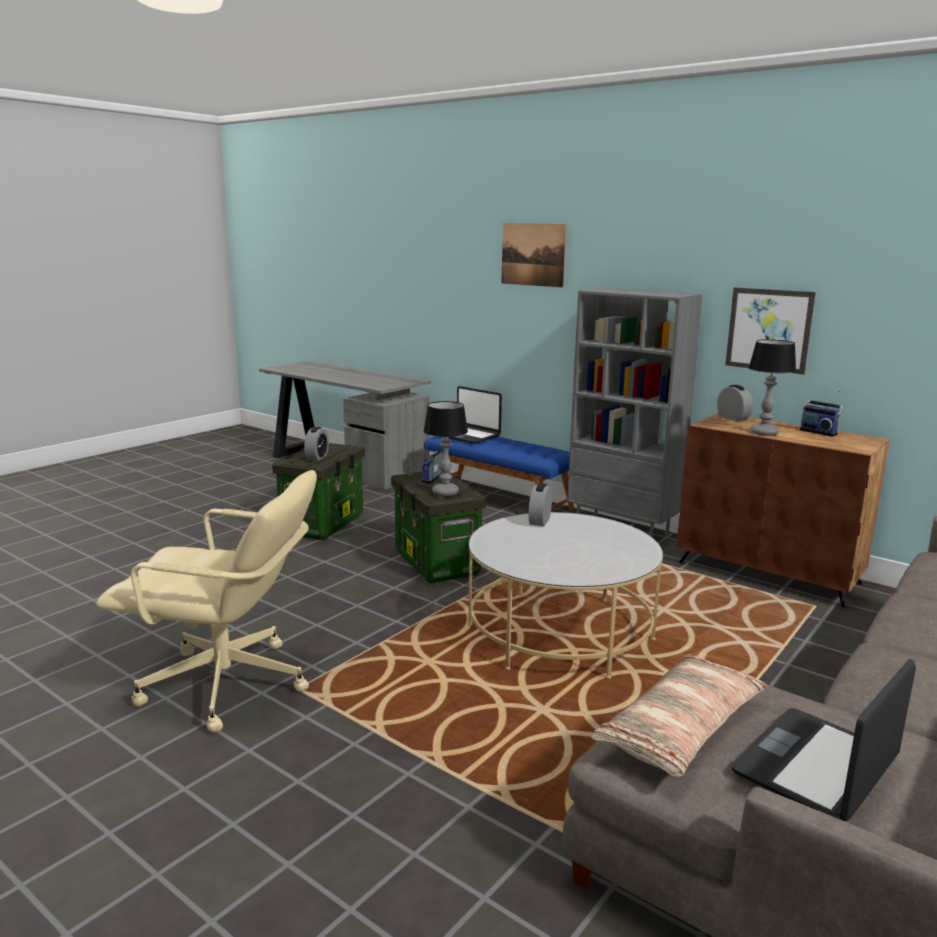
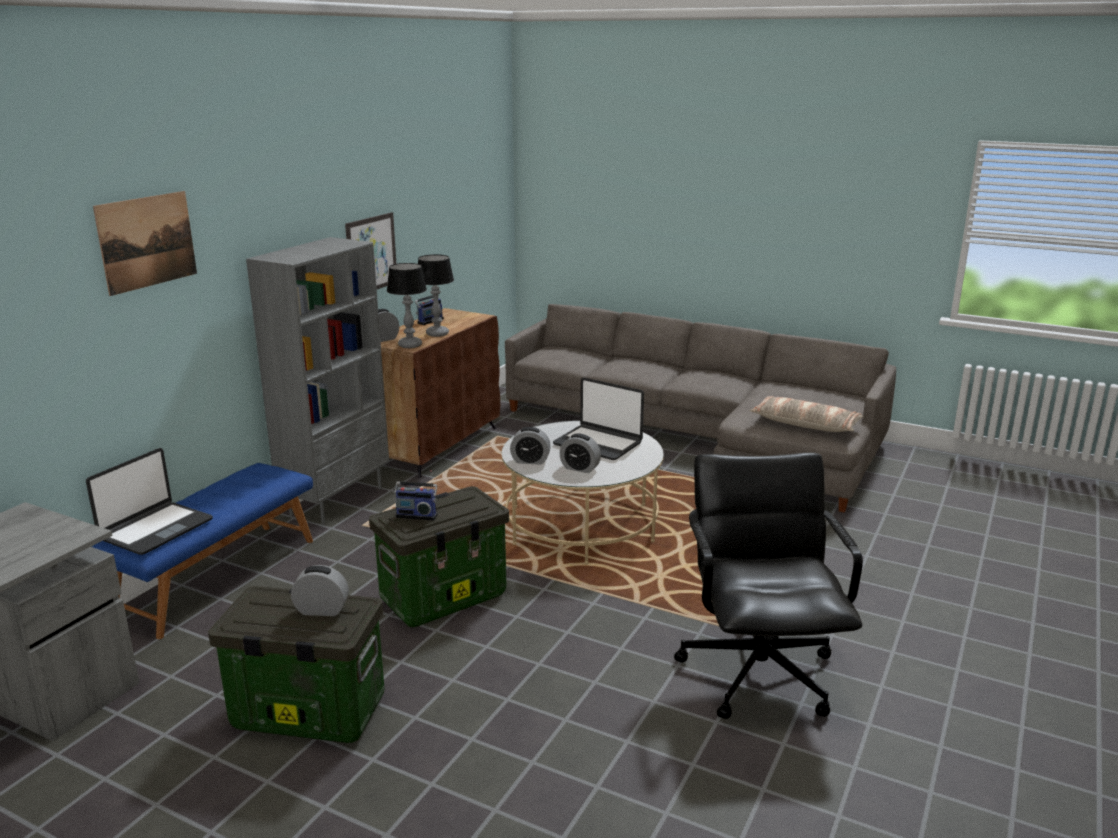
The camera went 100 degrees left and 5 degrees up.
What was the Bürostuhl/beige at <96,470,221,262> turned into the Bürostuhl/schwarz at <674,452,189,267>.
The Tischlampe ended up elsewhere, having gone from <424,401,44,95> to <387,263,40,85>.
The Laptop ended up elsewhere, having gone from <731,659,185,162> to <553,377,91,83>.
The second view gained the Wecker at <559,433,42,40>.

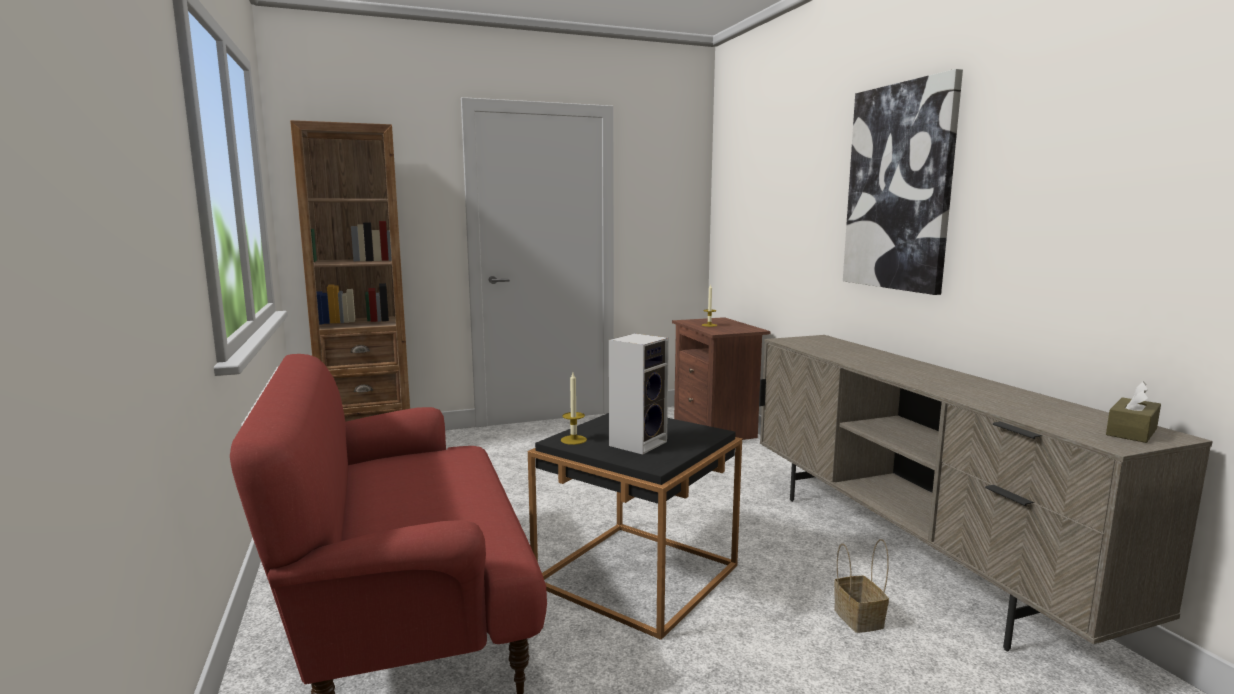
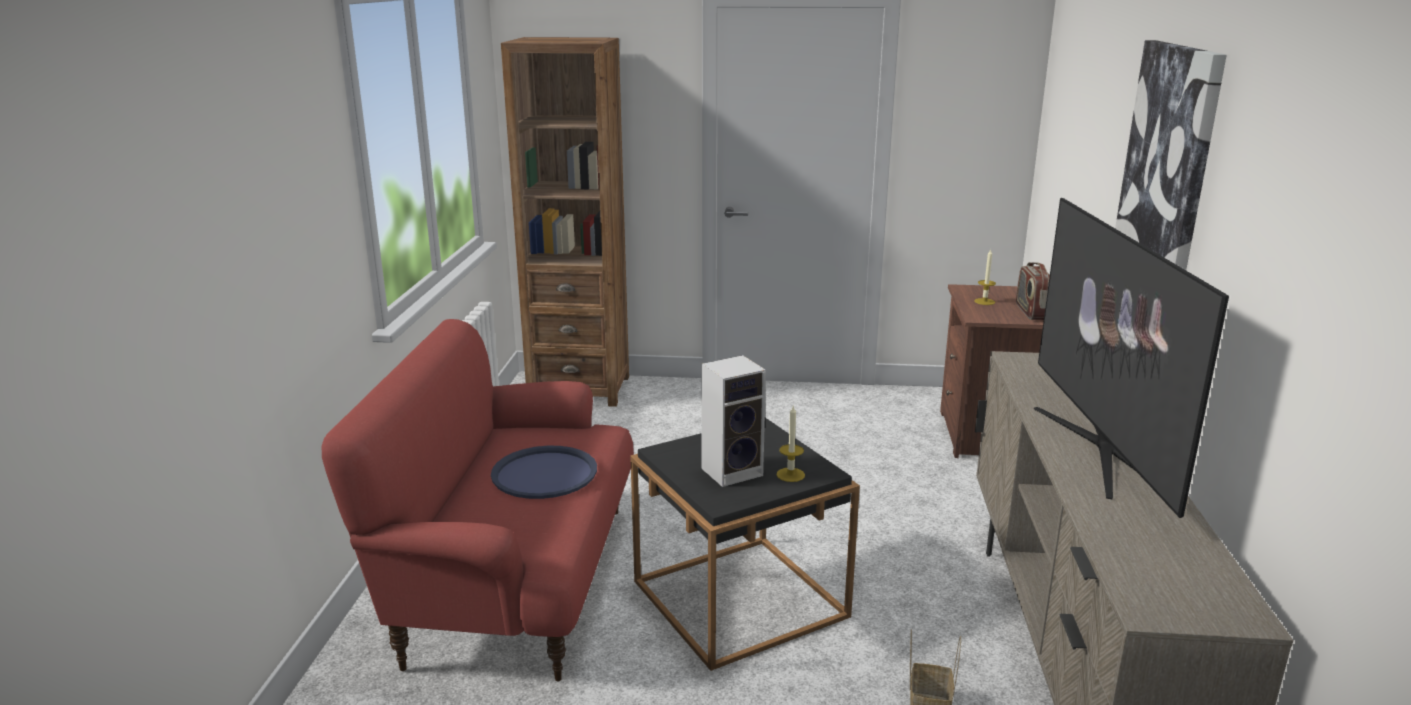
The camera went 25 degrees right and 10 degrees up.
The Kerze ended up elsewhere, having gone from <561,373,26,72> to <777,406,28,76>.
The second view lost the Taschentuchbox/braun at <1106,382,55,61>.
The second view gained the Tablett/blau at <491,446,106,53>.
The second view gained the Radio at <1016,262,34,58>.
The second view gained the Fernseher at <1034,198,195,320>.

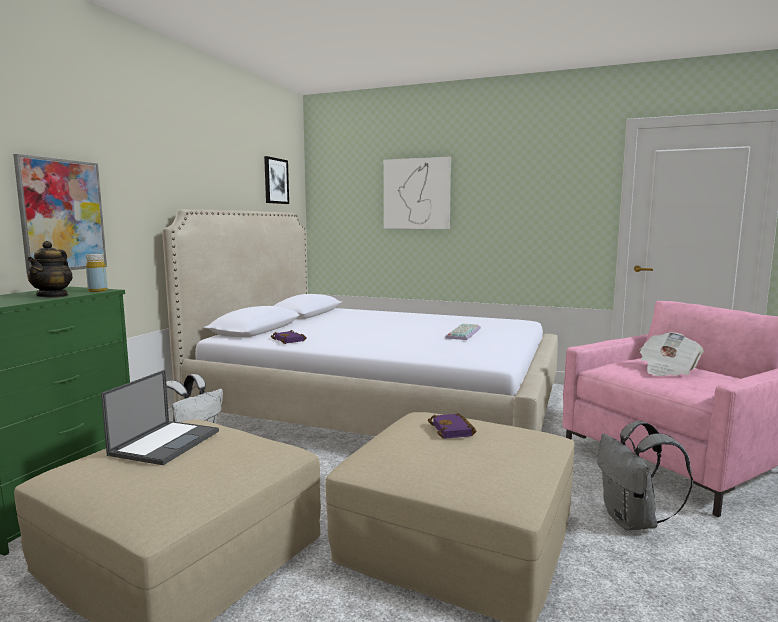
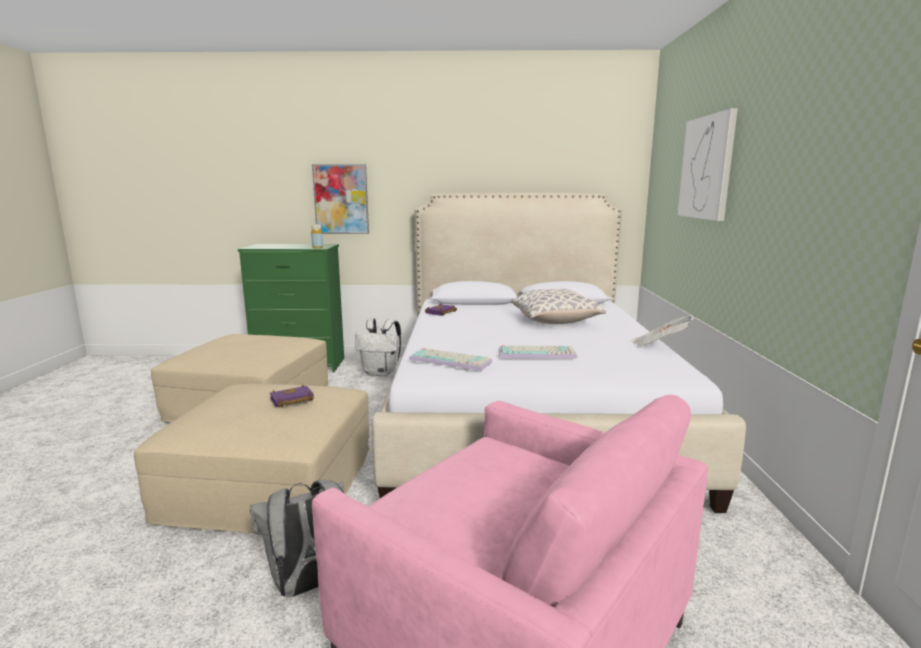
The camera went 70 degrees right and 5 degrees up.
The second view lost the Teekanne at <27,241,46,57>.
The second view lost the Laptop at <101,370,118,95>.
The second view lost the Bild at <264,156,25,48>.
The Zeitung ended up elsewhere, having gone from <639,332,65,44> to <631,316,63,30>.
The second view gained the Tastatur at <409,348,83,23>.
The second view gained the Kissen at <511,289,95,35>.

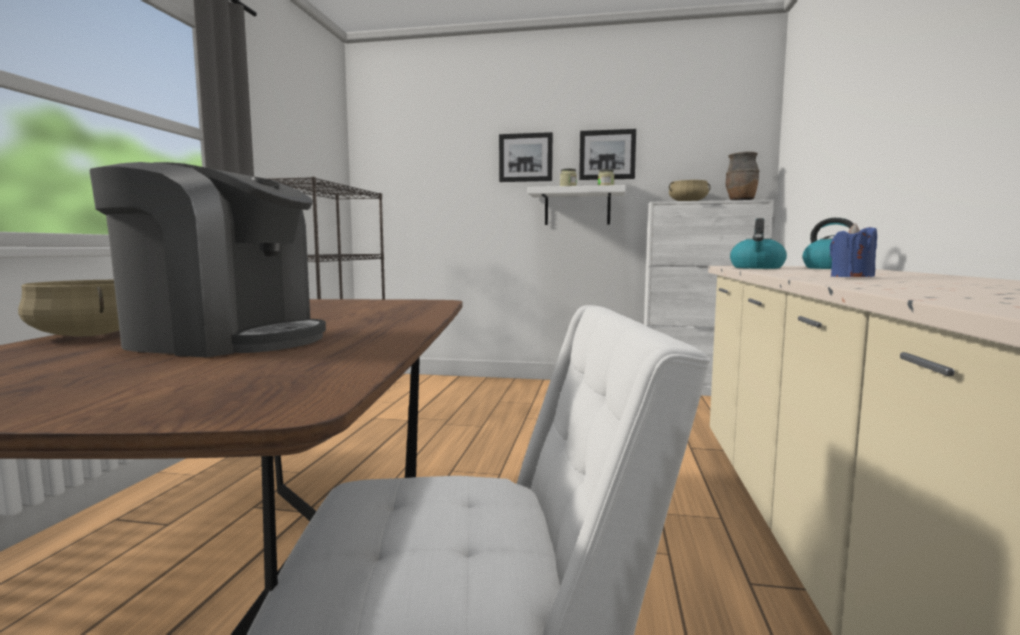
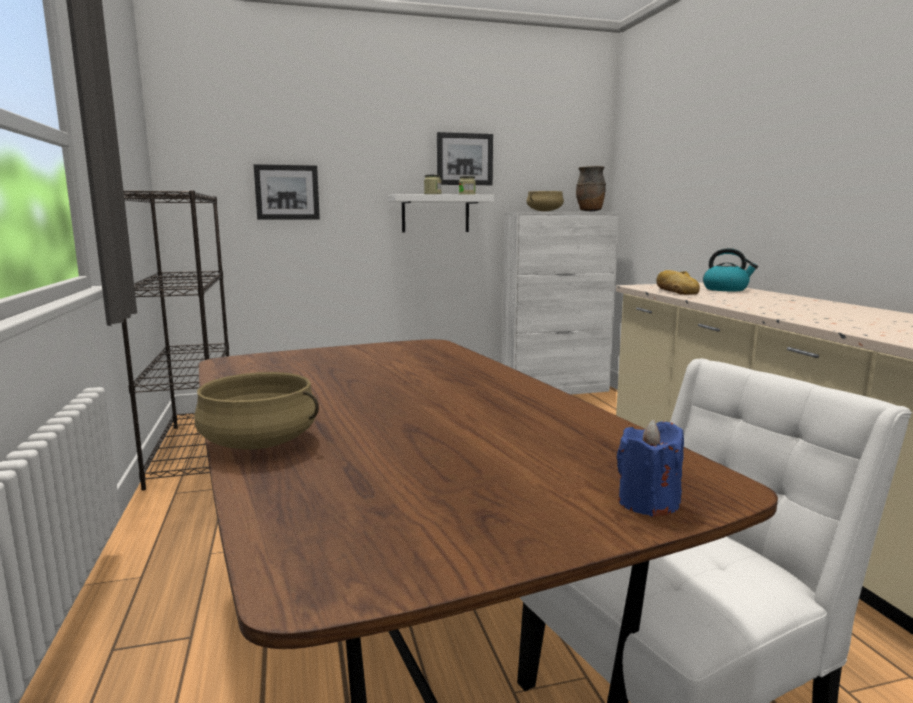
The camera went 25 degrees left and 5 degrees up.
The second view lost the Kaffeemaschine at <90,162,236,195>.
The Bild ended up elsewhere, having gone from <499,132,54,50> to <254,164,66,55>.
Where the Wasserkessel stood at <730,218,57,51>, the Brot came to stand at <656,270,44,25>.
The Kerze/blau ended up elsewhere, having gone from <830,223,47,54> to <617,419,67,98>.

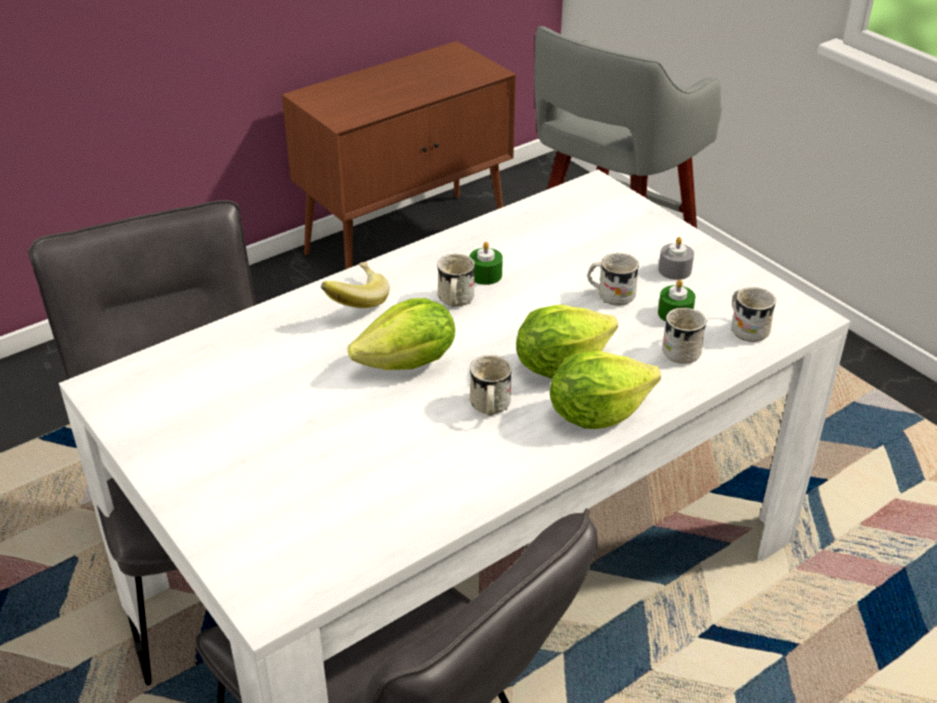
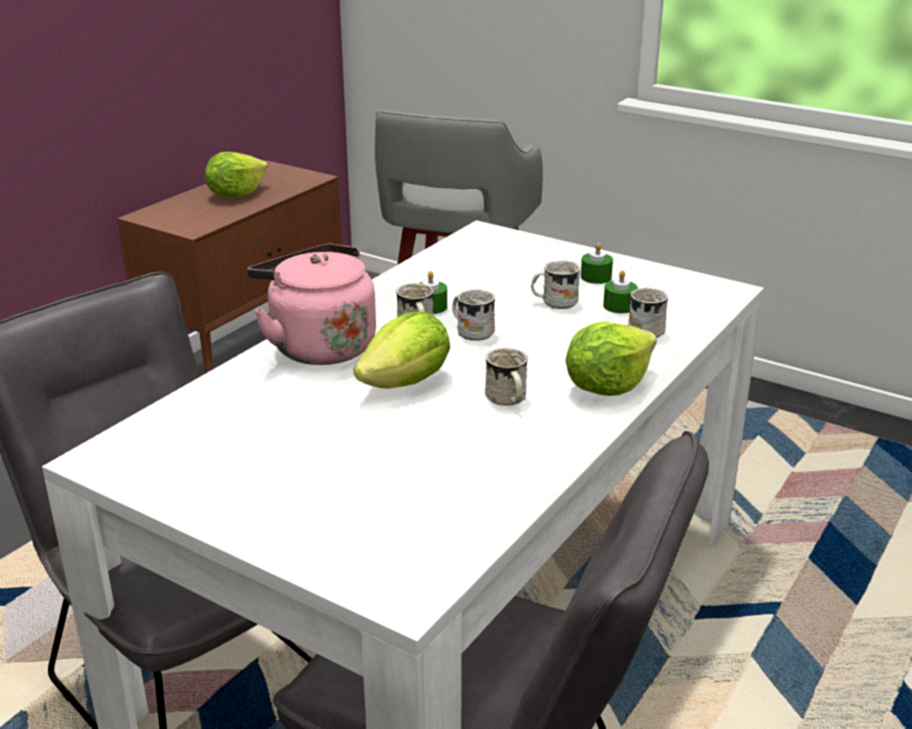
The camera went 20 degrees left and 10 degrees down.
Where the Banane stood at <321,262,69,46>, the Wasserkessel/rosa came to stand at <248,244,128,121>.
The Salatkopf ended up elsewhere, having gone from <516,304,102,75> to <205,152,63,45>.
What was the Kerze/grau at <658,237,36,43> turned into the Kerze/grün at <581,243,32,41>.
The Henkelbecher/weiß ended up elsewhere, having gone from <731,287,45,55> to <452,289,43,52>.

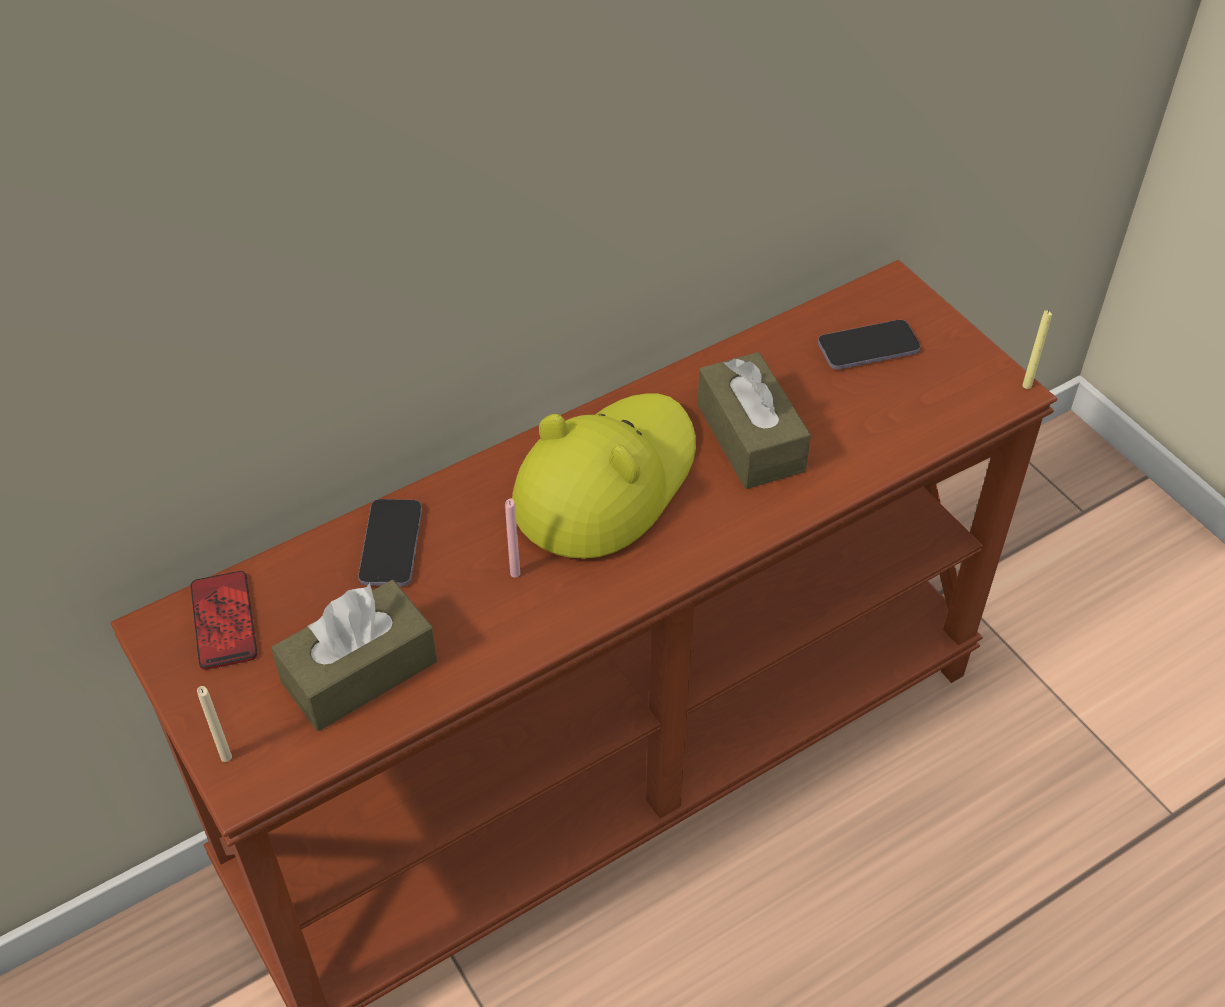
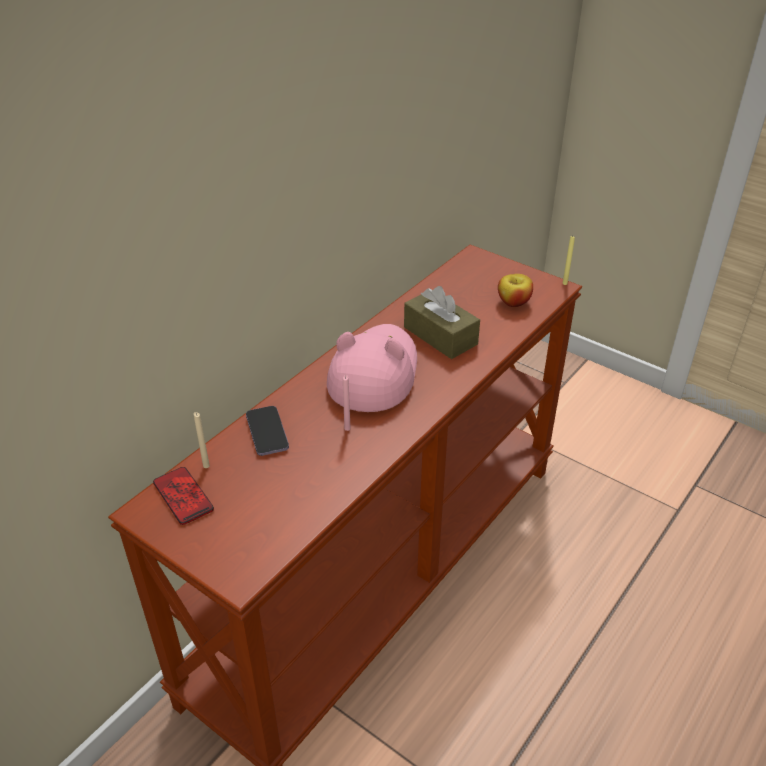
The camera went 20 degrees left and 10 degrees down.
The Kerze/beige ended up elsewhere, having gone from <197,686,35,76> to <194,412,16,56>.
The second view lost the Taschentuchbox/braun at <271,580,166,151>.
What was the Hut/gelb at <512,394,184,165> turned into the Hut/rosa at <327,324,90,88>.
The second view lost the Handy at <818,320,103,50>.
The second view gained the Apfel at <498,274,35,33>.

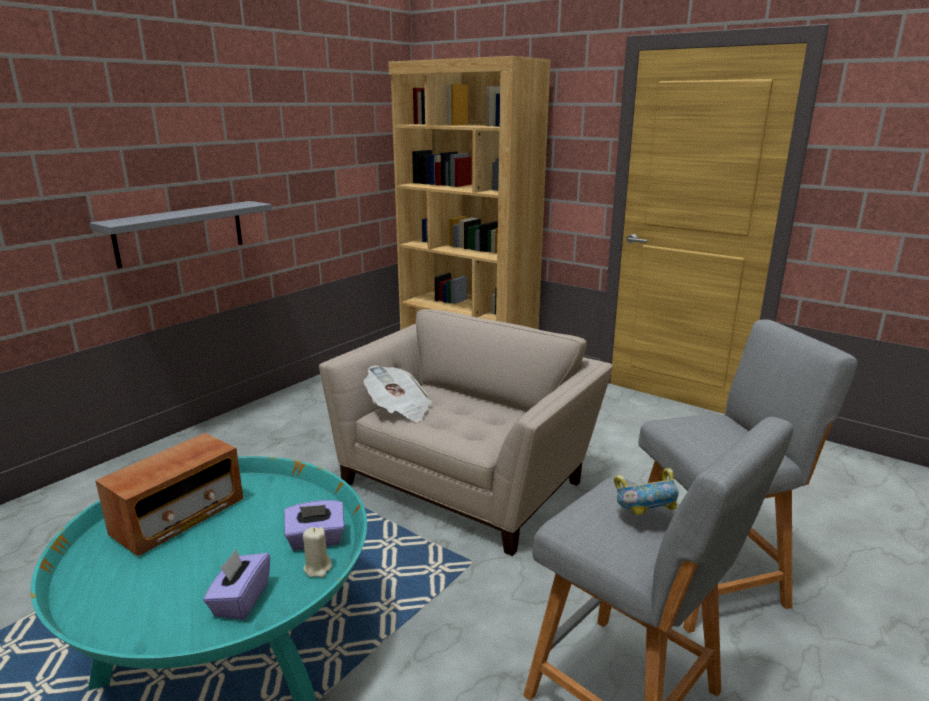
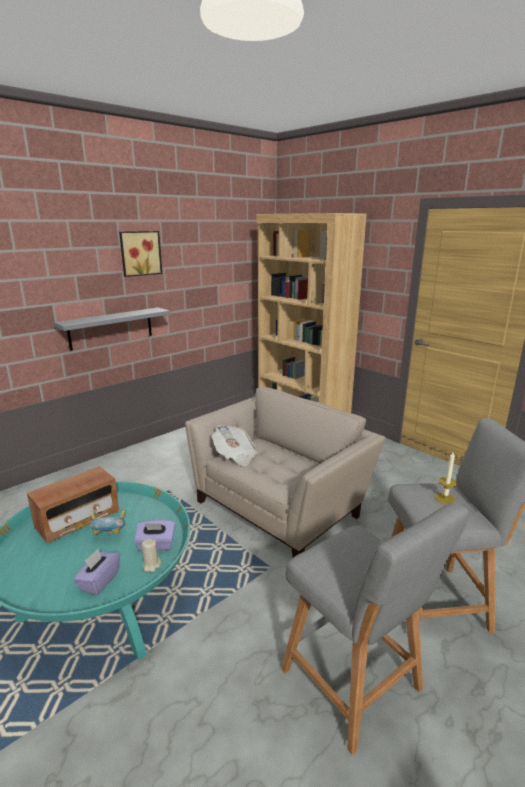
The camera went 10 degrees right and 0 degrees up.
The Schüssel ended up elsewhere, having gone from <614,468,65,47> to <90,510,36,24>.
The second view gained the Bild at <119,231,43,46>.
The second view gained the Kerze at <435,452,22,52>.

